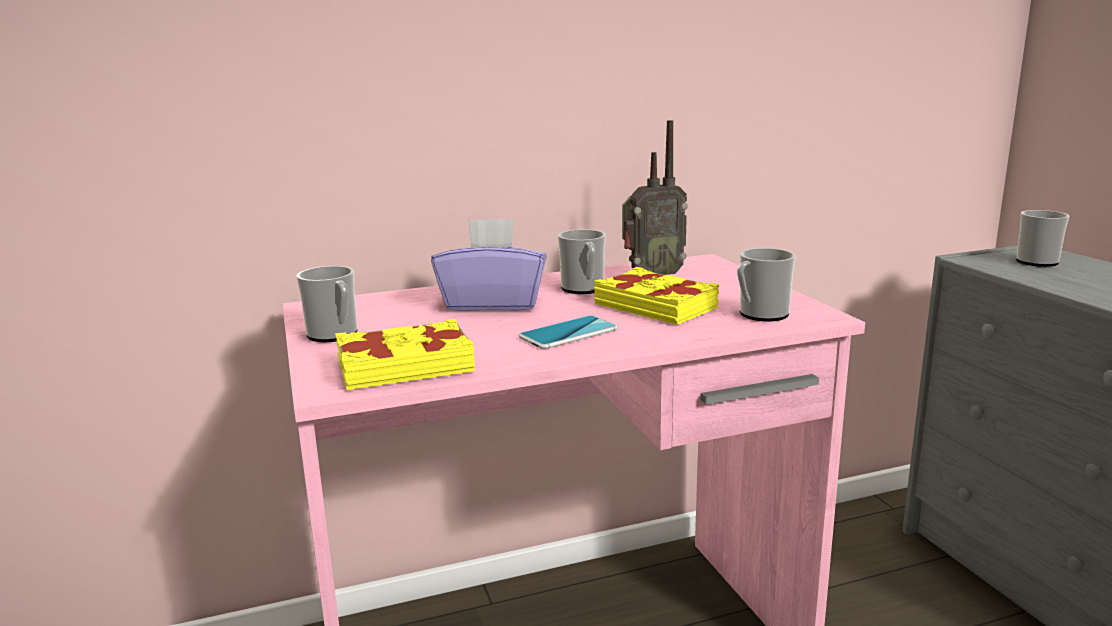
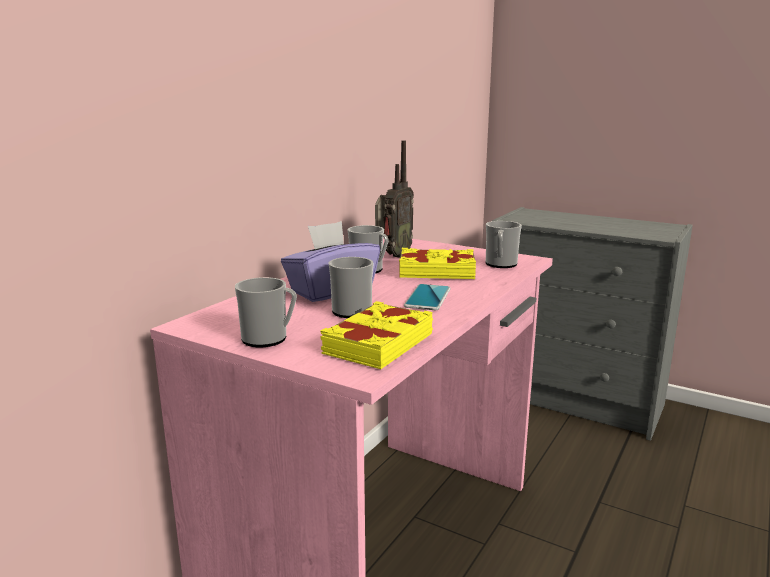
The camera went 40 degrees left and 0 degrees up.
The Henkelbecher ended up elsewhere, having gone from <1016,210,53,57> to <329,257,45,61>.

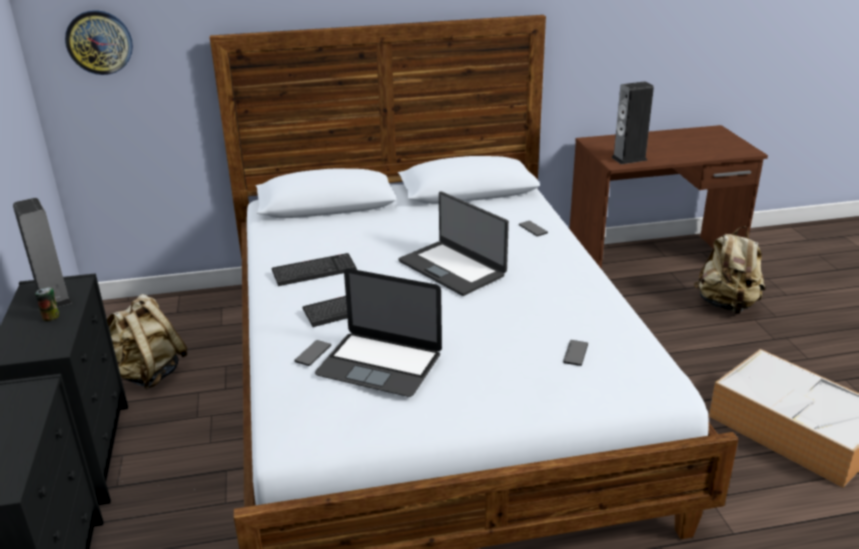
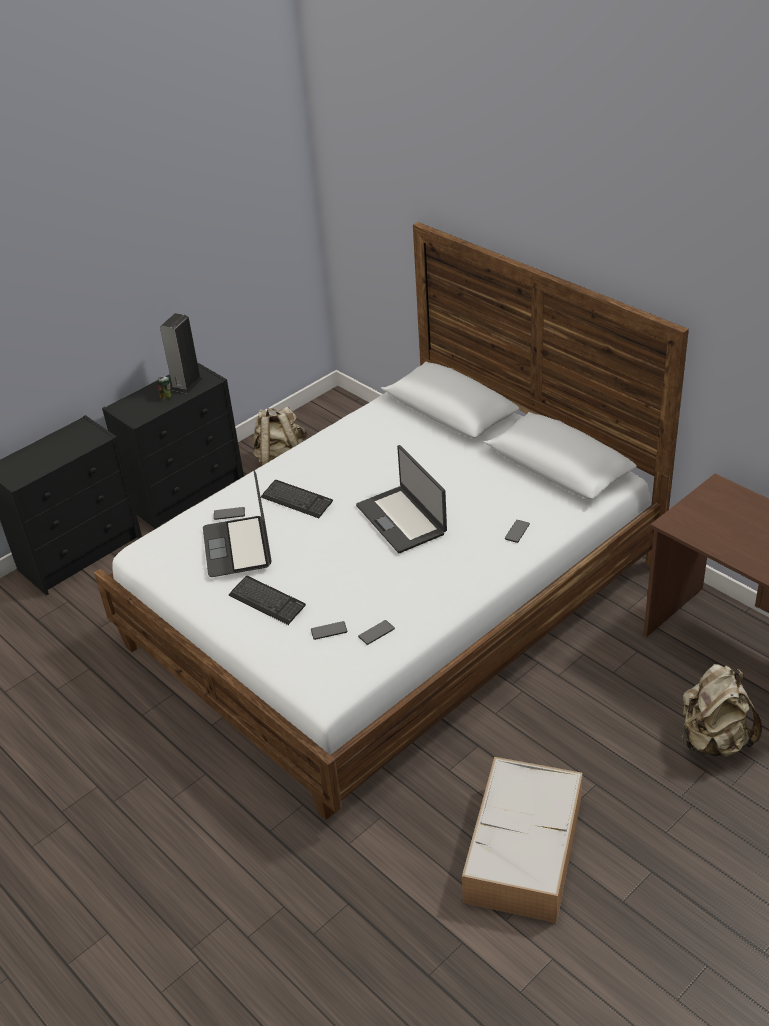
The camera went 60 degrees right and 10 degrees up.
The second view lost the Wanduhr at <65,10,68,65>.
The Tastatur ended up elsewhere, having gone from <272,253,85,33> to <229,576,77,49>.
The Laptop at <398,191,111,105> ended up facing another way, 45 degrees counterclockwise from before.
The second view lost the Lautsprecher at <611,81,43,83>.
The second view gained the Handy at <358,620,37,25>.

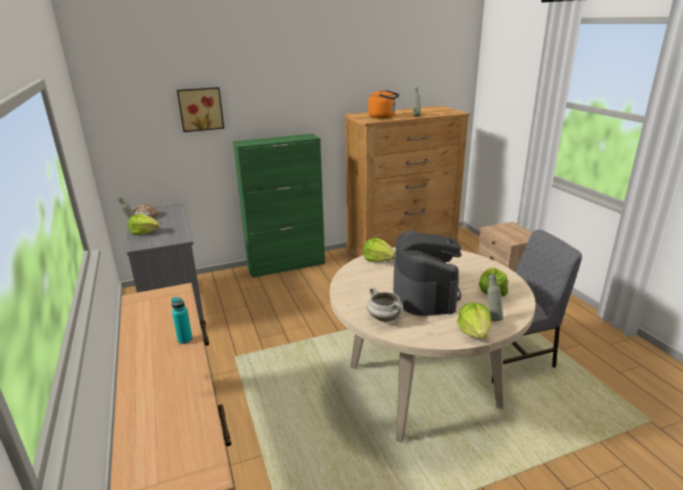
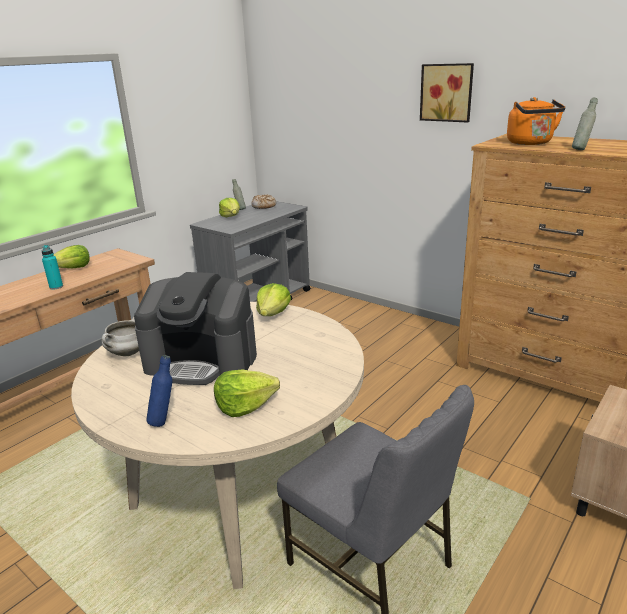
The camera went 60 degrees right and 0 degrees up.
The Bild ended up elsewhere, having gone from <177,87,47,45> to <420,63,54,60>.
The second view lost the Schrank/grün at <233,134,92,144>.
The Kaffeemaschine at <393,231,69,85> ended up facing another way, 45 degrees clockwise from before.
The Salatkopf ended up elsewhere, having gone from <457,302,34,37> to <54,245,36,23>.
What was the Flasche/grau at <487,274,16,47> turned into the Flasche/blau at <147,355,26,72>.

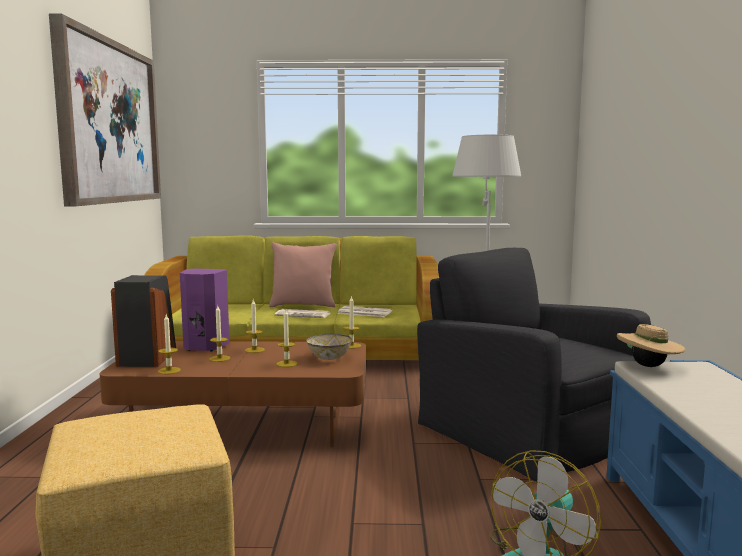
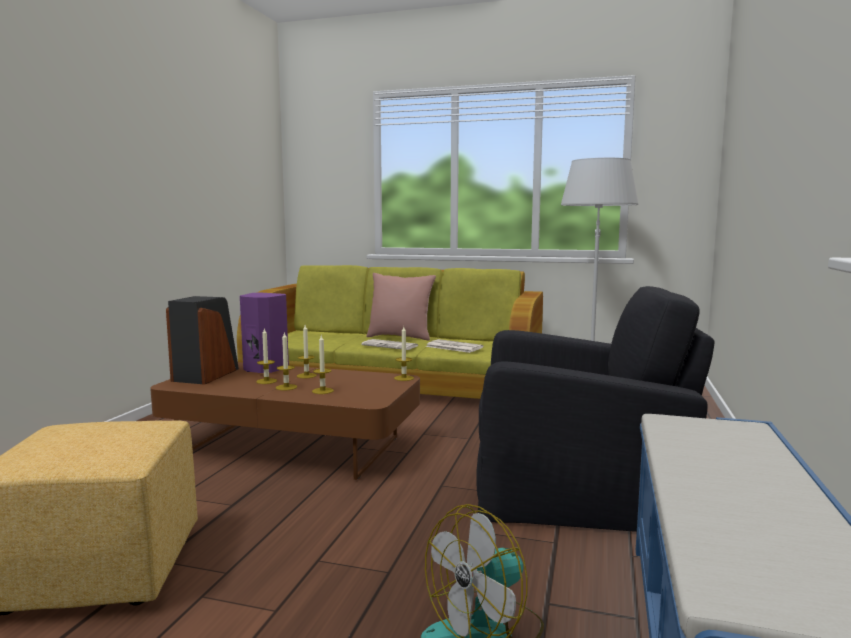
The camera went 15 degrees right and 0 degrees up.
The second view lost the Bild at <49,13,112,193>.
The Kerze ended up elsewhere, having gone from <158,314,23,60> to <276,332,21,58>.
The second view lost the Schüssel at <306,334,46,26>.
The Sessel/schwarz at <417,248,234,235> ended up facing another way, 120 degrees clockwise from before.
The second view lost the Hut/beige at <617,324,69,43>.

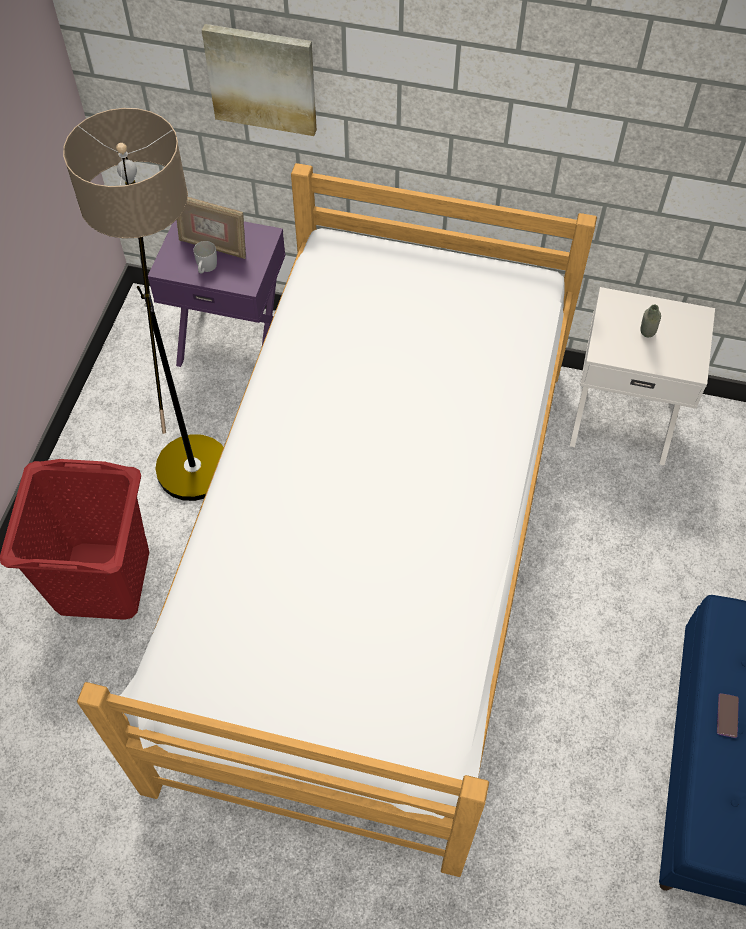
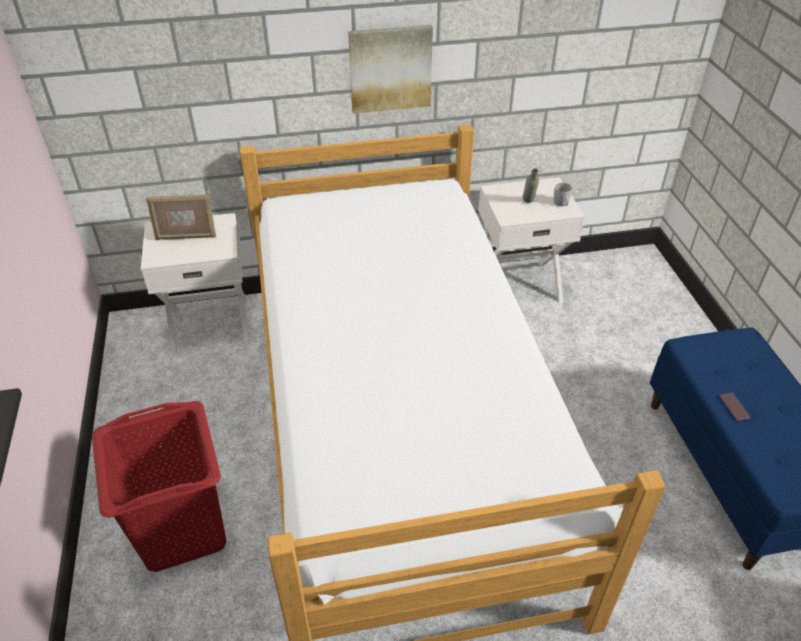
The camera went 25 degrees left and 15 degrees down.
The second view lost the Stehlampe at <63,108,161,393>.
What was the Nachttisch/lila at <148,220,137,147> turned into the Nachttisch/weiß at <141,213,108,142>.
The Henkelbecher/weiß ended up elsewhere, having gone from <193,241,24,33> to <554,183,18,23>.
The Bild ended up elsewhere, having gone from <202,24,115,112> to <348,25,85,89>.

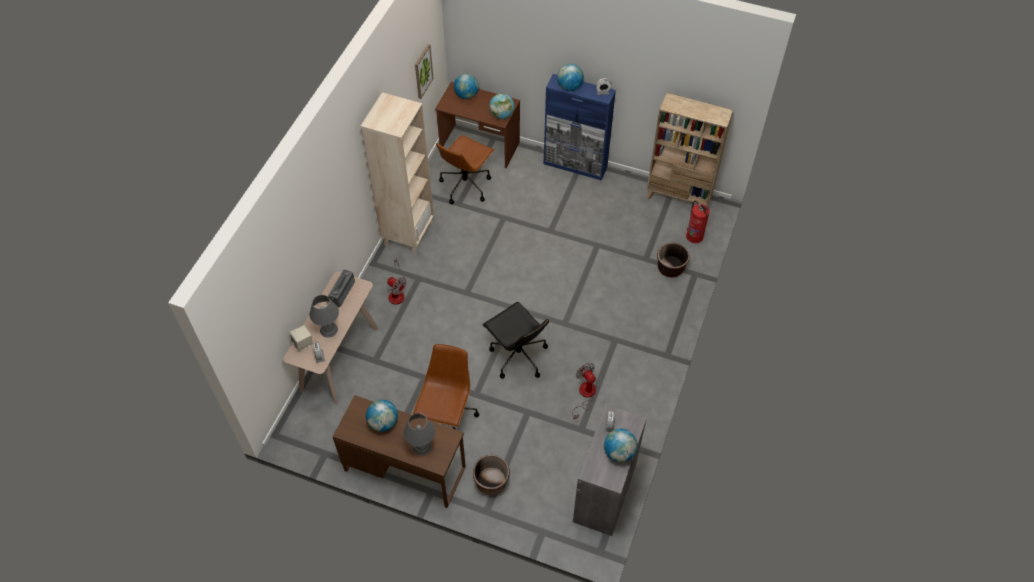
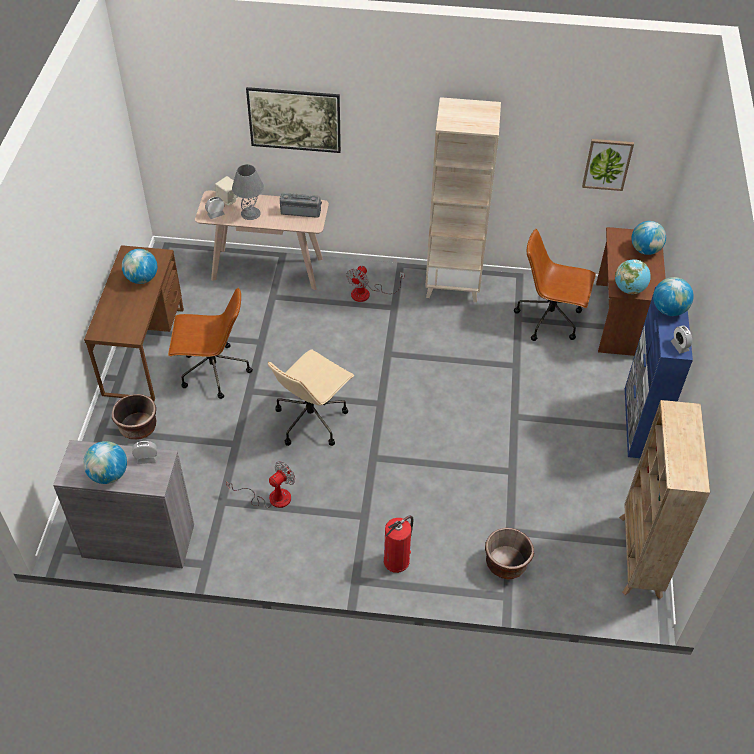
The camera went 75 degrees right and 5 degrees down.
The second view lost the Tischlampe/grau at <404,413,31,42>.
What was the Bürostuhl/schwarz at <483,302,66,77> turned into the Bürostuhl/beige at <268,349,86,97>.
The Feuerlöscher ended up elsewhere, having gone from <686,200,24,43> to <384,515,30,58>.
The second view gained the Bild at <246,87,95,66>.

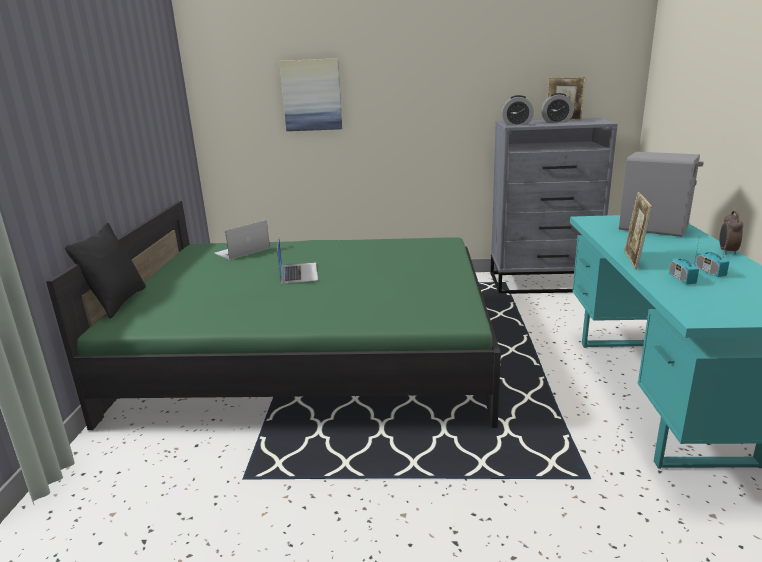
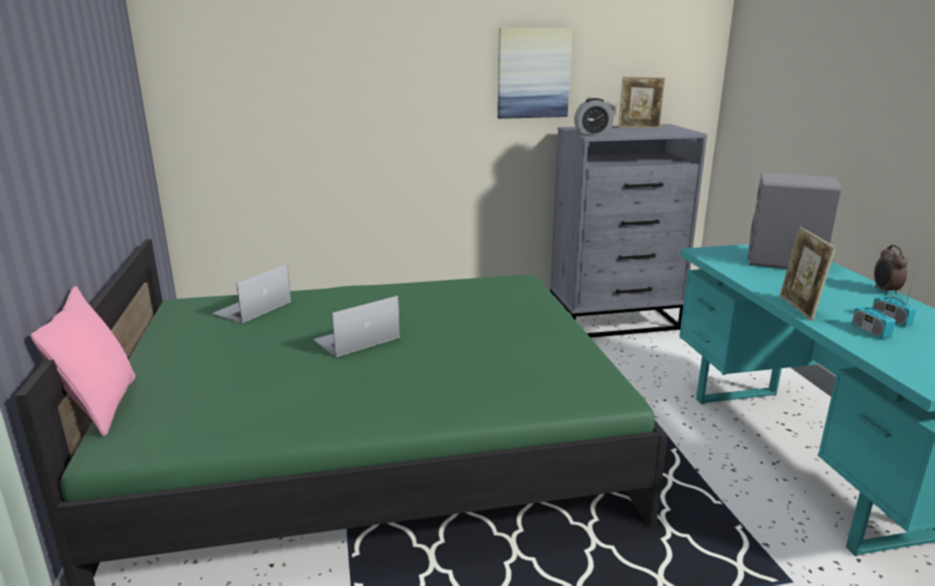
The camera went 15 degrees left and 0 degrees up.
What was the Kissen/schwarz at <65,223,81,95> turned into the Kissen/rosa at <31,286,104,150>.
The Laptop at <277,236,41,48> ended up facing another way, 105 degrees counterclockwise from before.
The Bild ended up elsewhere, having gone from <279,58,63,73> to <498,28,74,91>.
The second view lost the Wecker at <541,93,33,30>.

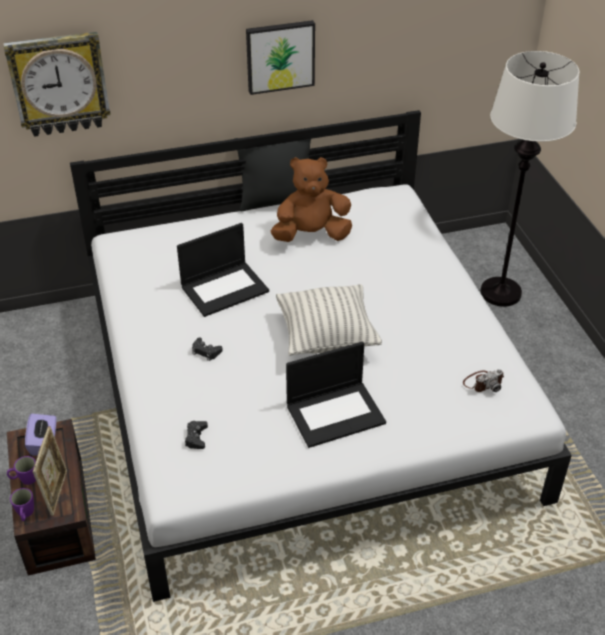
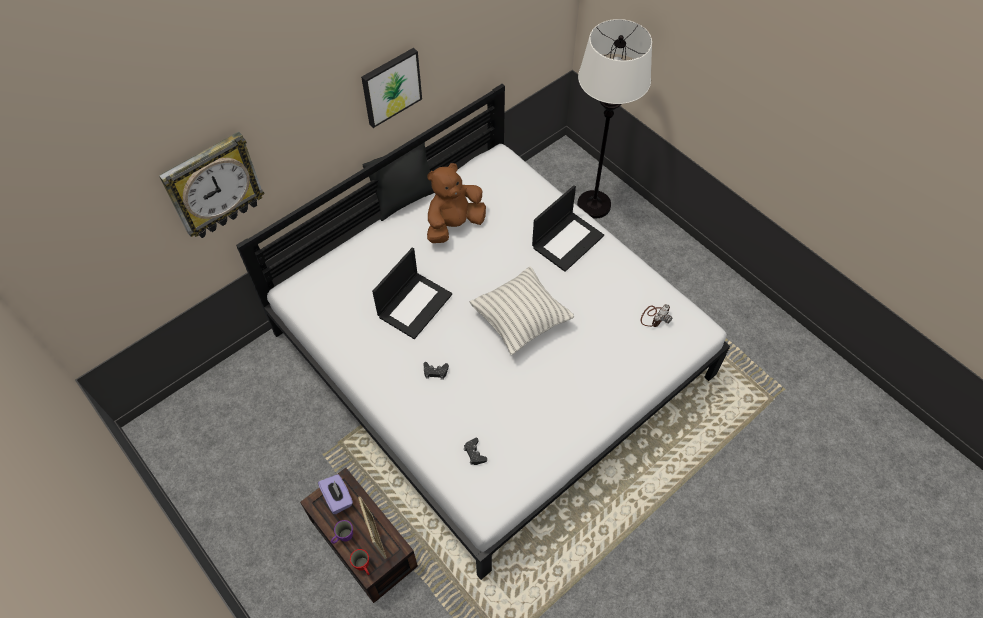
The camera went 25 degrees left and 15 degrees up.
What was the Henkelbecher/lila at <10,488,24,33> turned into the Henkelbecher/rot at <350,549,20,26>.
The Laptop ended up elsewhere, having gone from <286,342,100,106> to <532,185,72,87>.

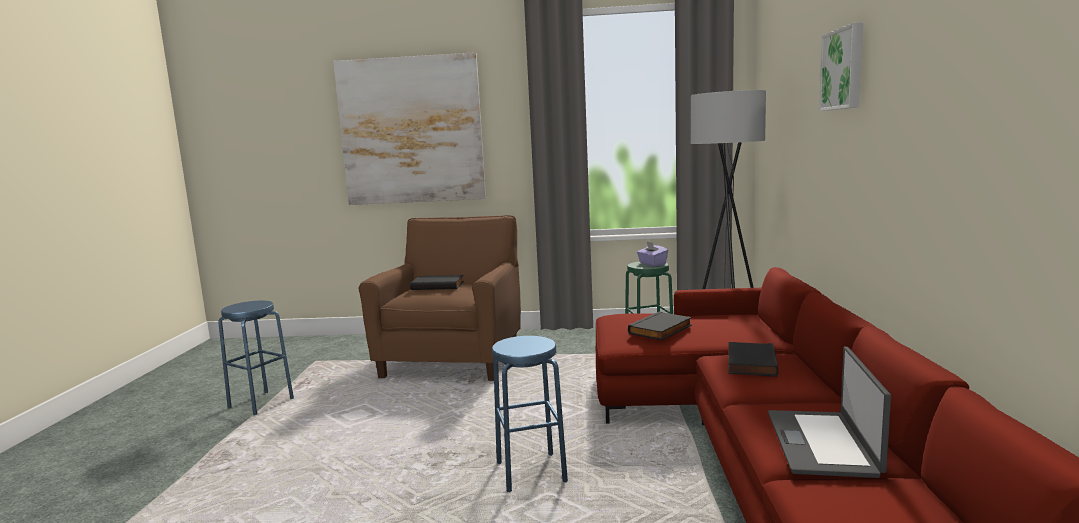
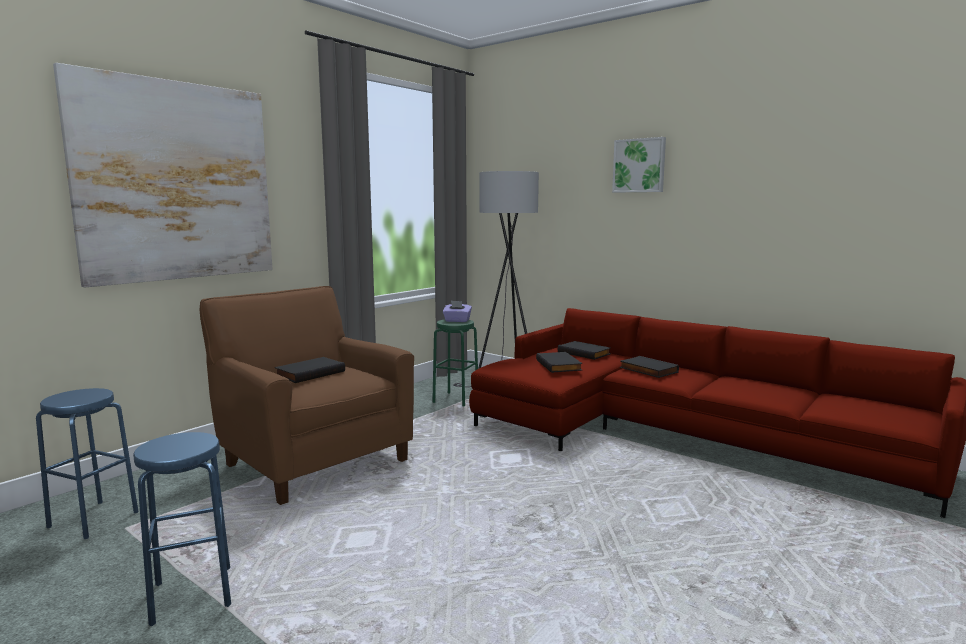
The camera went 55 degrees left and 0 degrees up.
The Hocker/blau ended up elsewhere, having gone from <492,336,76,156> to <36,388,102,151>.
The second view lost the Laptop at <768,346,123,132>.
The second view gained the Buch/schwarz at <558,341,53,19>.

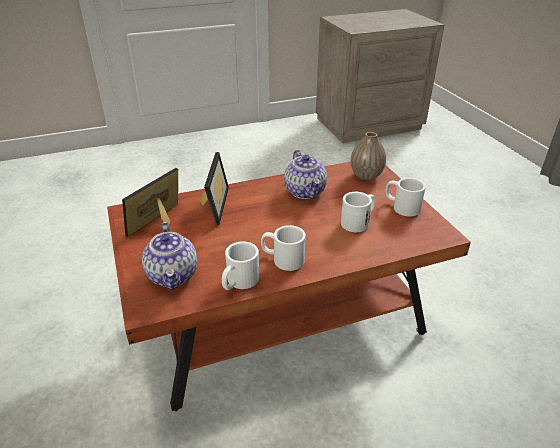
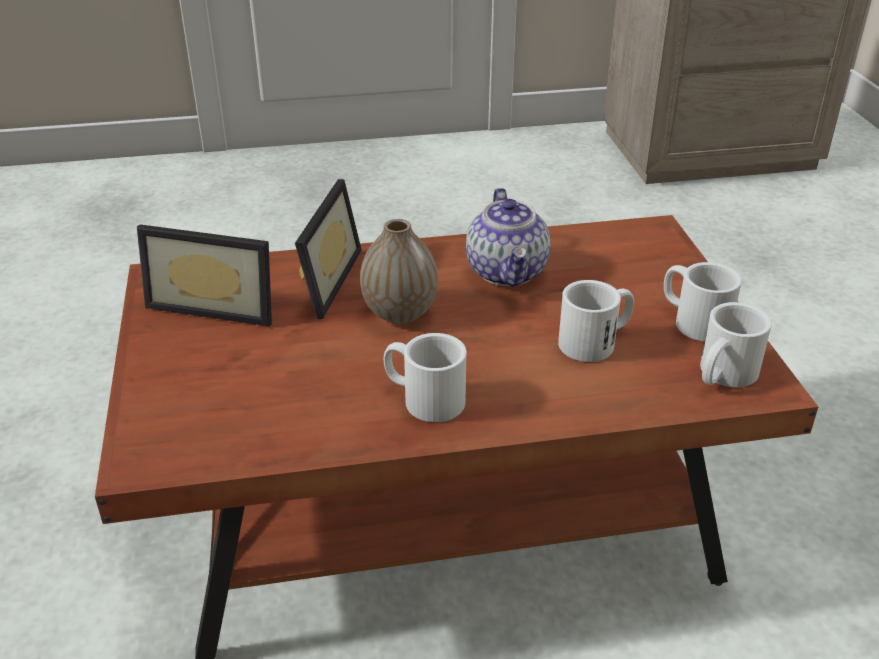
The camera went 10 degrees right and 0 degrees up.
The Bilderrahmen at <122,168,56,69> ended up facing another way, 120 degrees counterclockwise from before.
The second view lost the Teekanne at <142,222,55,68>.
The Henkelbecher/weiß ended up elsewhere, having gone from <222,241,37,49> to <700,302,72,85>.
The Vase ended up elsewhere, having gone from <351,132,35,48> to <360,219,78,105>.

